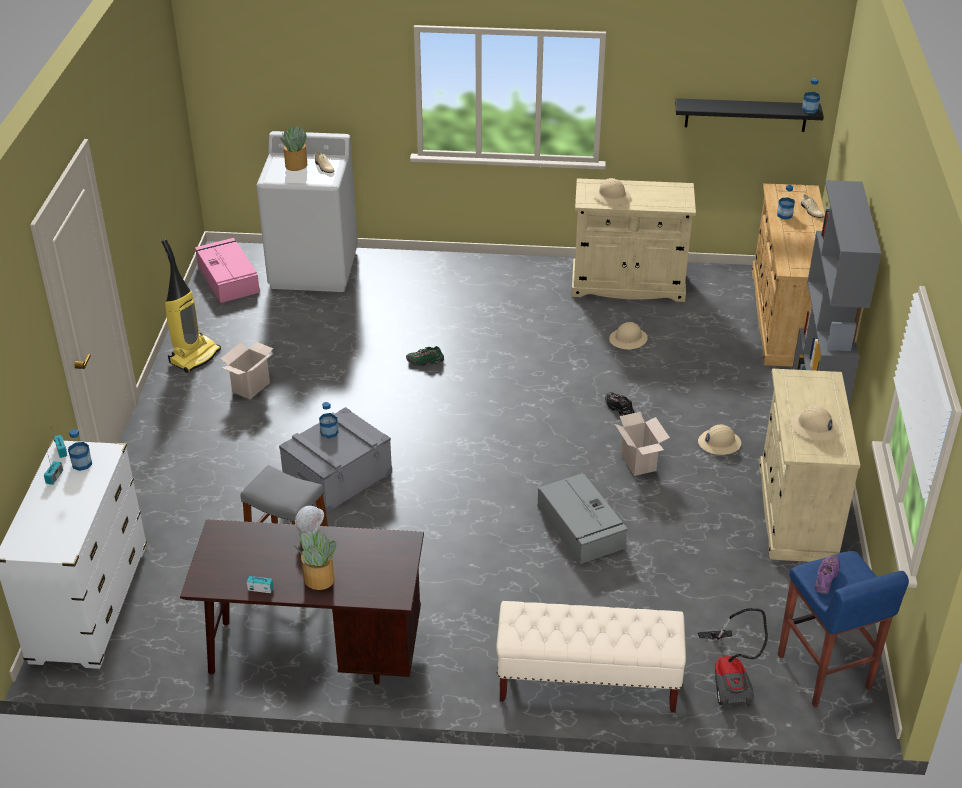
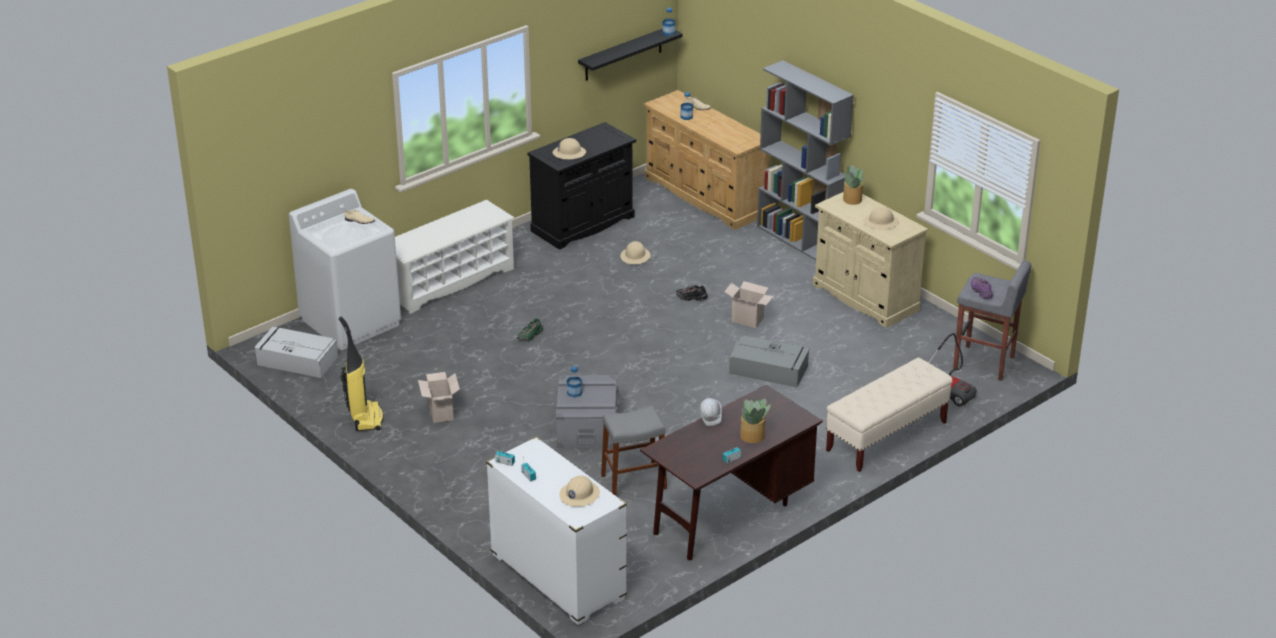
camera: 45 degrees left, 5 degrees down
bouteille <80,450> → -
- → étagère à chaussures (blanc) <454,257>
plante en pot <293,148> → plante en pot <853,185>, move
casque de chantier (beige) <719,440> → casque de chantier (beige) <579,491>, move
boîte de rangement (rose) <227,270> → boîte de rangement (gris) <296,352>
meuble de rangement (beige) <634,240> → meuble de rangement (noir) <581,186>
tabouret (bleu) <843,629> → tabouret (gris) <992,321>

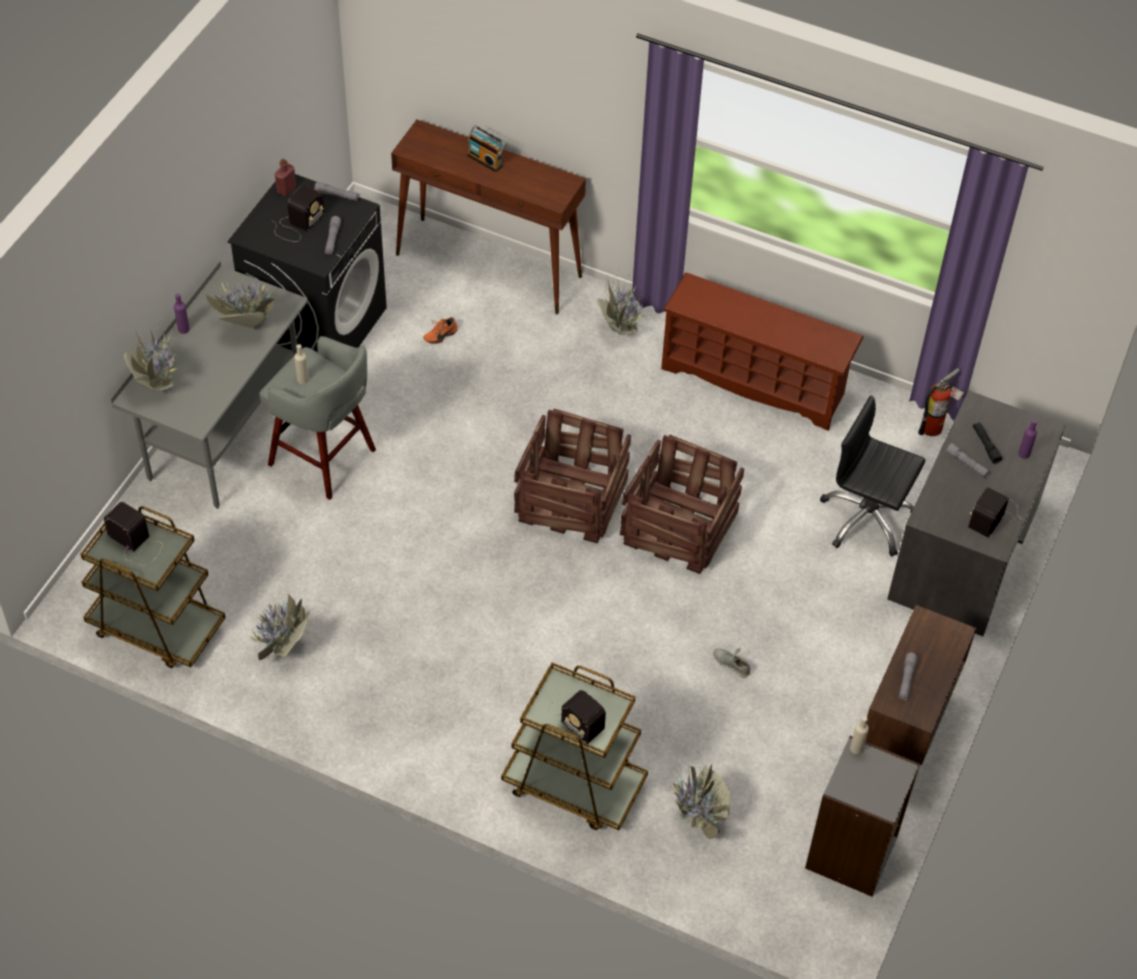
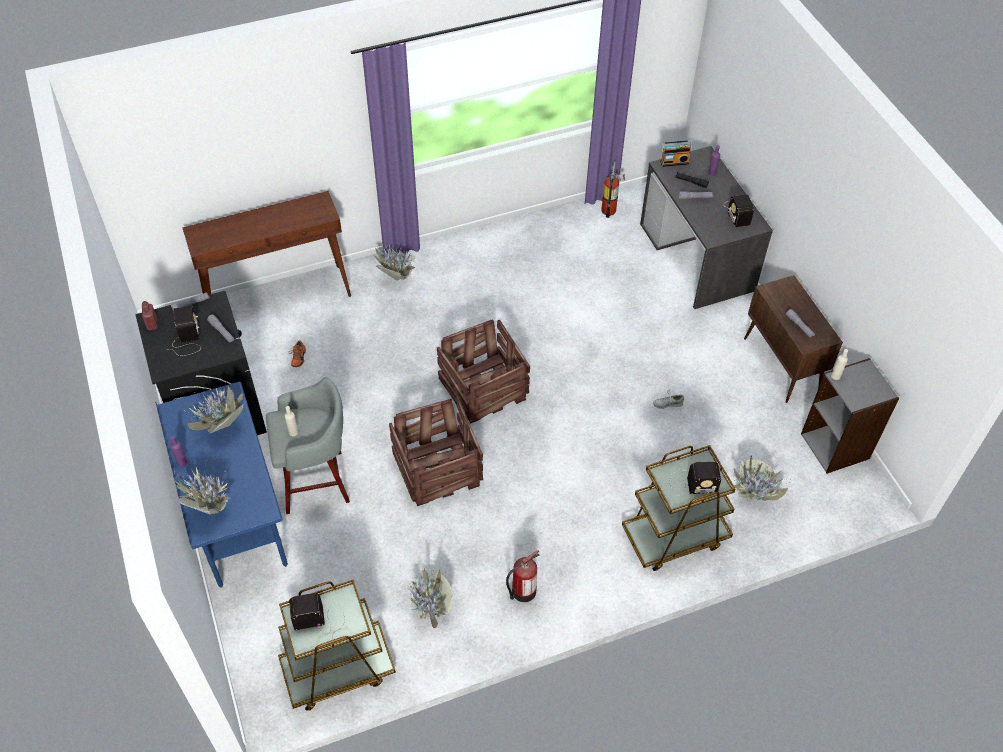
camera: 45 degrees left, 0 degrees up
étagère à chaussures (marron) <762,352> → -
chaise de bureau (noir) <873,476> → -
- → extincteur <522,576>
radio <486,148> → radio <676,153>, move
caisse <682,504> → caisse <436,452>, move
bureau (gris) <209,385> → bureau (bleu) <221,485>

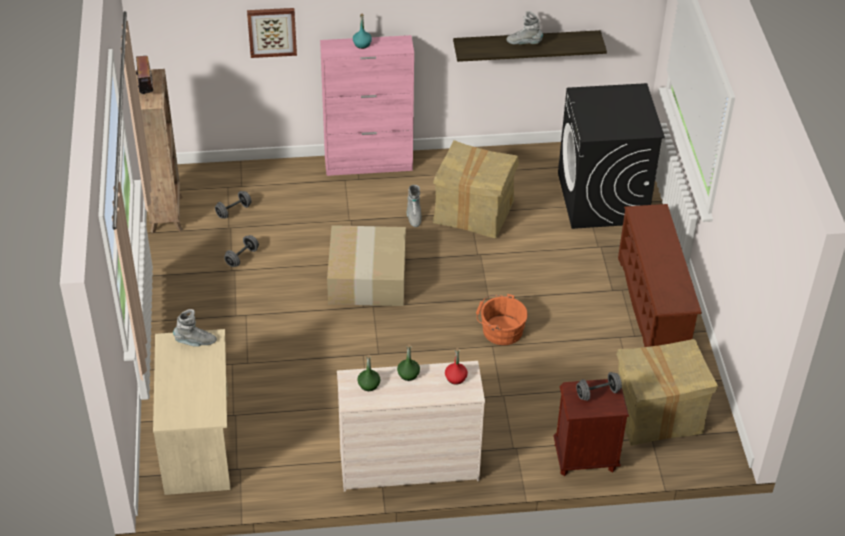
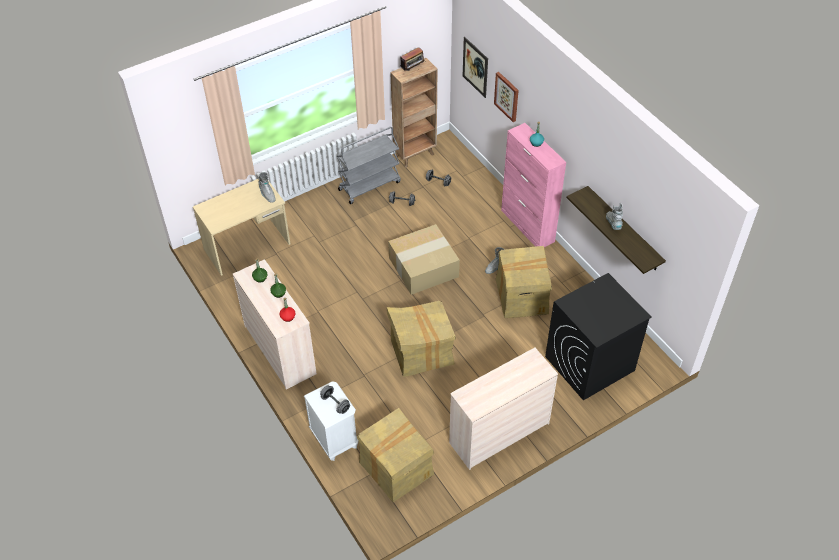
camera: 65 degrees right, 5 degrees up
- → chariot (gris) <369,165>
- → tableau <475,67>
seau (orange) <502,319> → carton <421,339>
étagère à chaussures (marron) <660,275> → commode (beige) <503,409>
table de chevet (marron) <591,427> → table de chevet (blanc) <331,421>

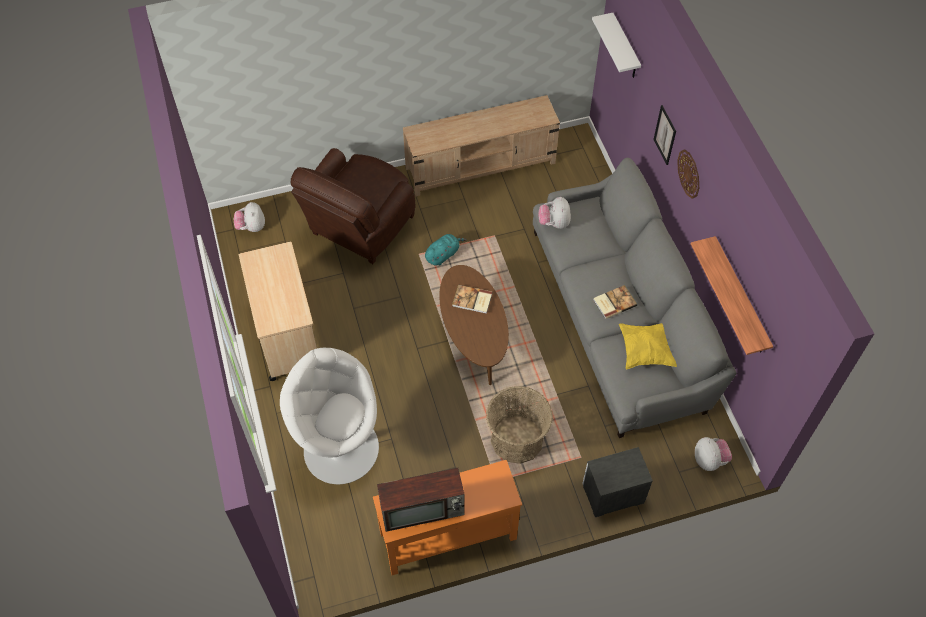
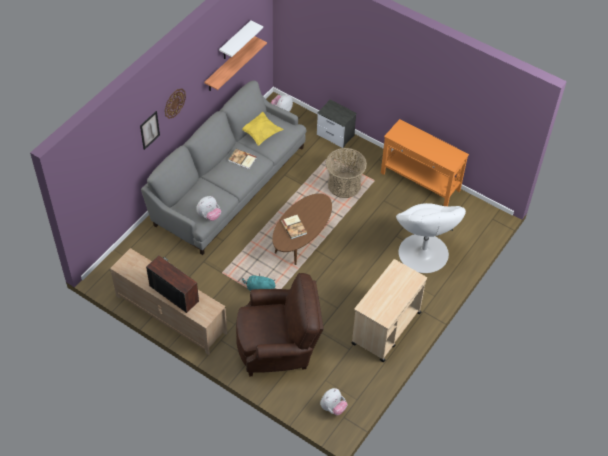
camera: 130 degrees left, 5 degrees down
téléviseur <421,500> → téléviseur <172,284>, move
étagère (blanc) <616,45> → étagère (blanc) <241,39>, move

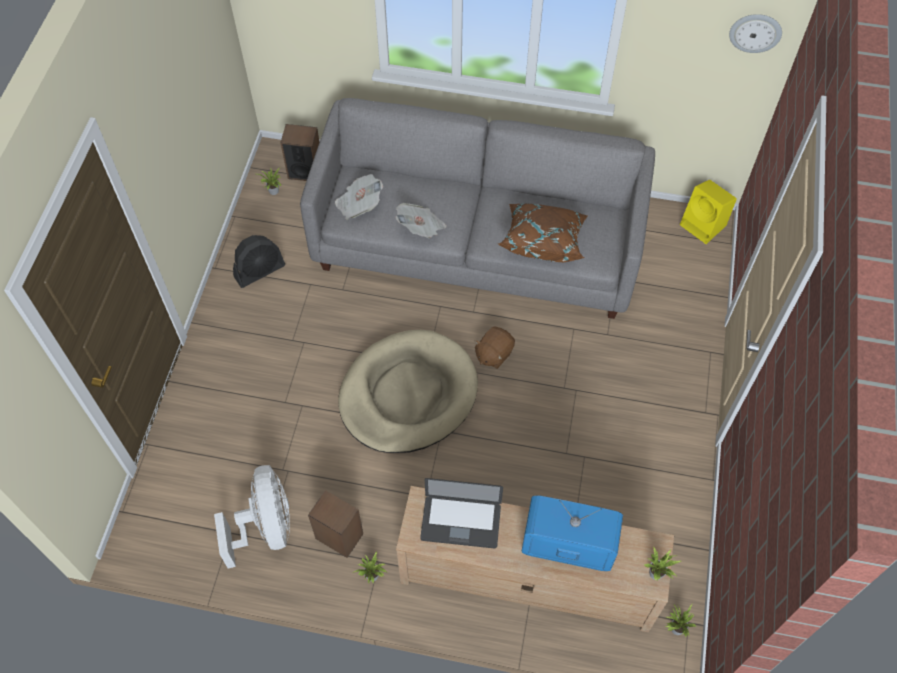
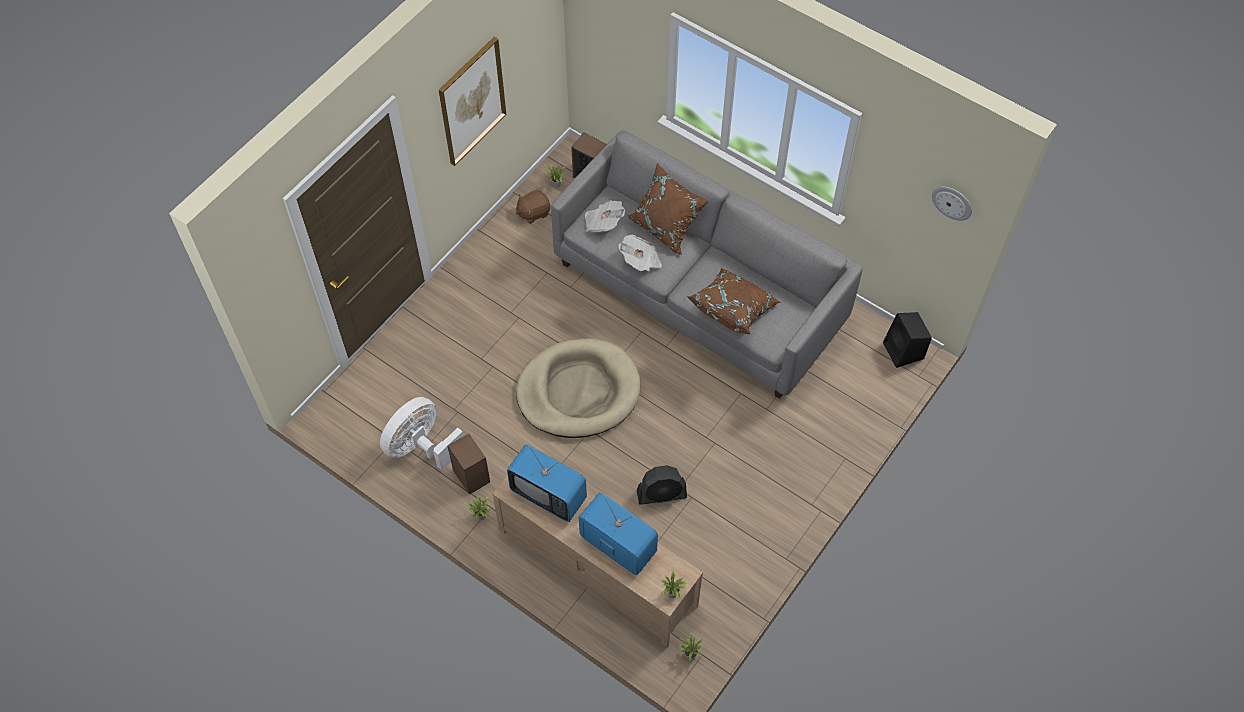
camera: 25 degrees right, 0 degrees up
- → tableau <472,101>
- → coussin (marron) <668,209>
ventilateur (noir) <259,261> → ventilateur (noir) <662,485>, move
peluche (marron) <494,348> → peluche (marron) <533,207>, move
ordinateur portable <461,513> → téléviseur <547,483>
enceinte (jaune) <708,212> → enceinte (noir) <907,340>
ventilateur (blanc) <252,516> → ventilateur (blanc) <421,434>, 150 degrees counterclockwise

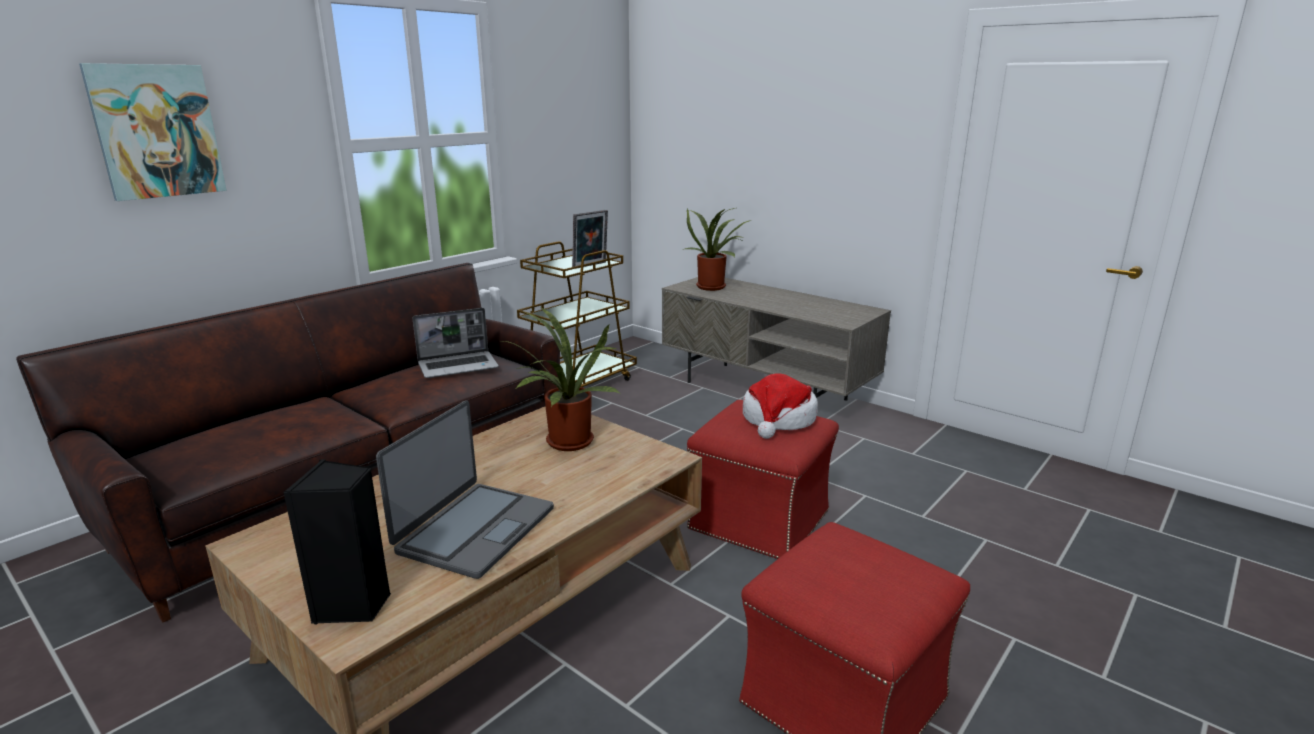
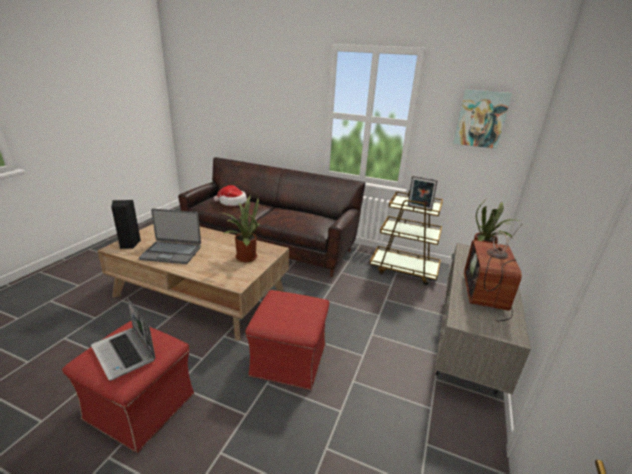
camera: 70 degrees right, 5 degrees up
- → téléviseur <493,267>
tableau <153,132> → tableau <482,119>, move
ordinateur portable <455,343> → ordinateur portable <123,339>, move
chapeau <780,406> → chapeau <230,195>, move

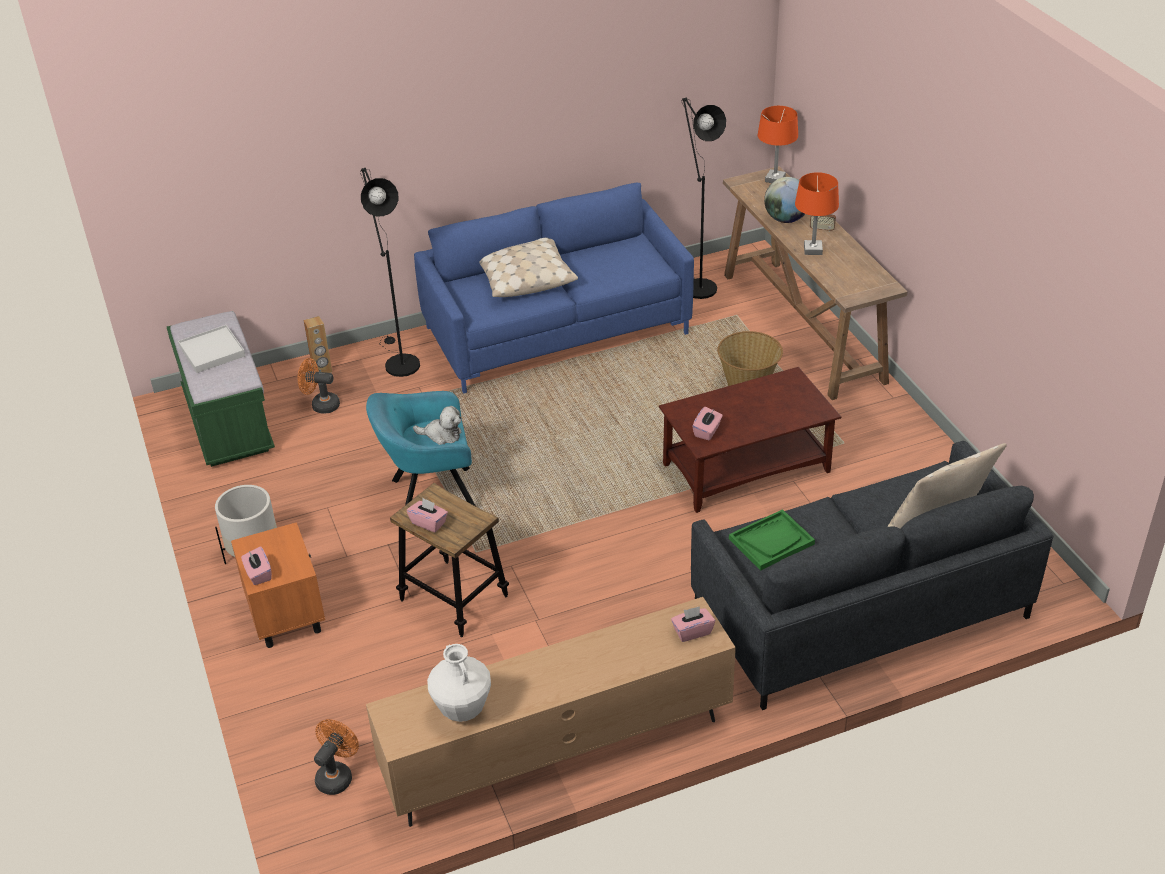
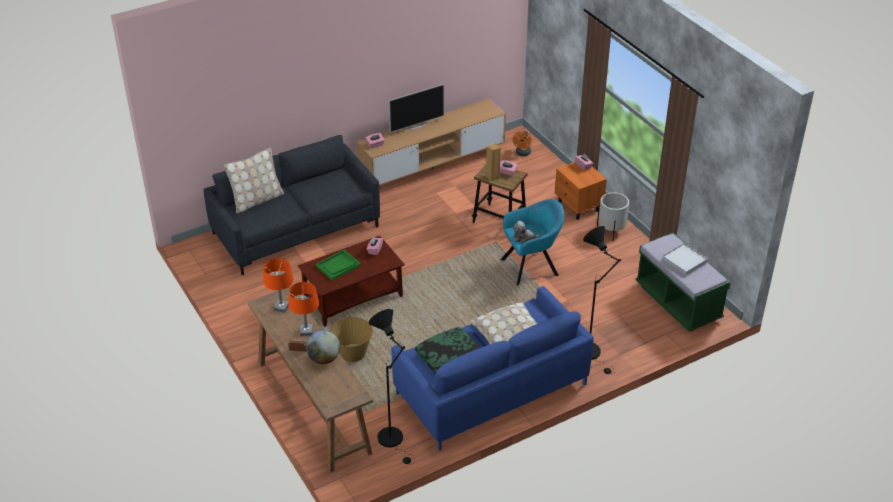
camera: 170 degrees right, 0 degrees up
ventilateur (orange) <318,386> → -
vase (blanc) <459,683> → -
- → téléviseur <416,108>
- → coussin <447,350>
enceinte (marron) <317,344> → enceinte (marron) <493,162>, move
plateau (vert) <772,540> → plateau (vert) <338,265>, move
lampe de table (orange) <778,144> → lampe de table (orange) <278,286>, move

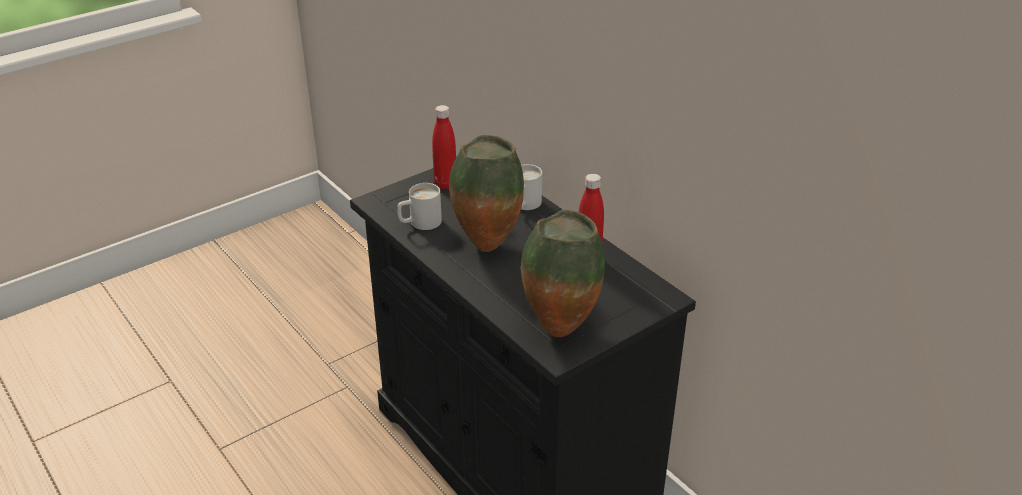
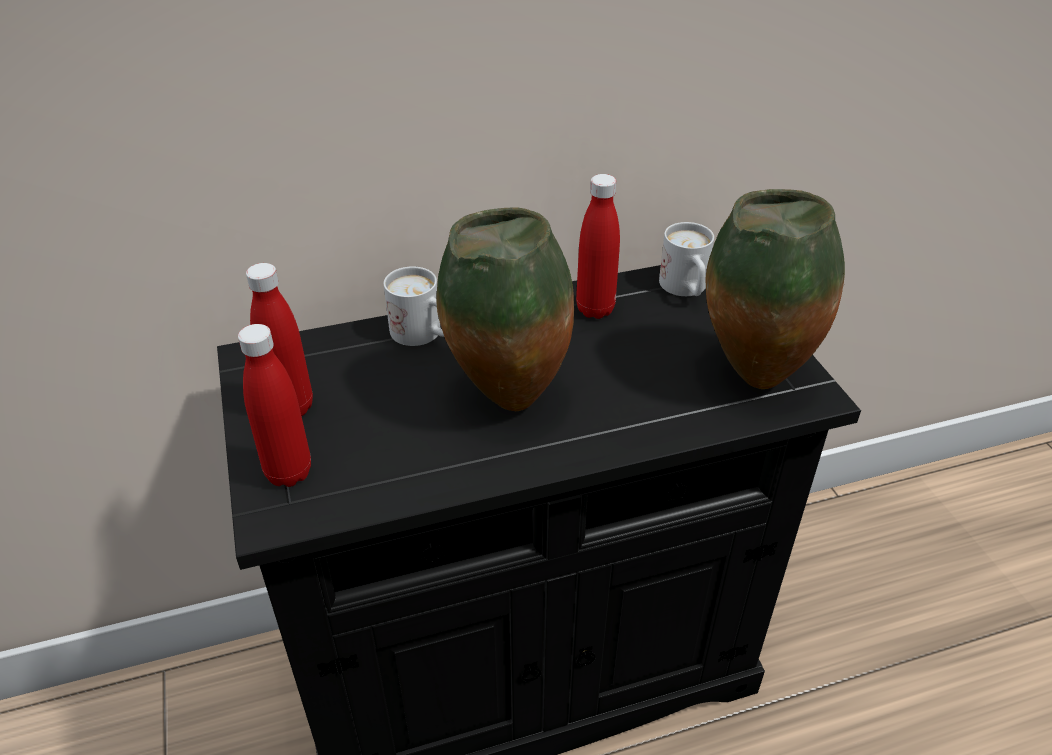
camera: 70 degrees left, 5 degrees up
- → bouteille (rouge) <274,405>
mug (blanc) <419,206> → mug (blanc) <686,259>, move

